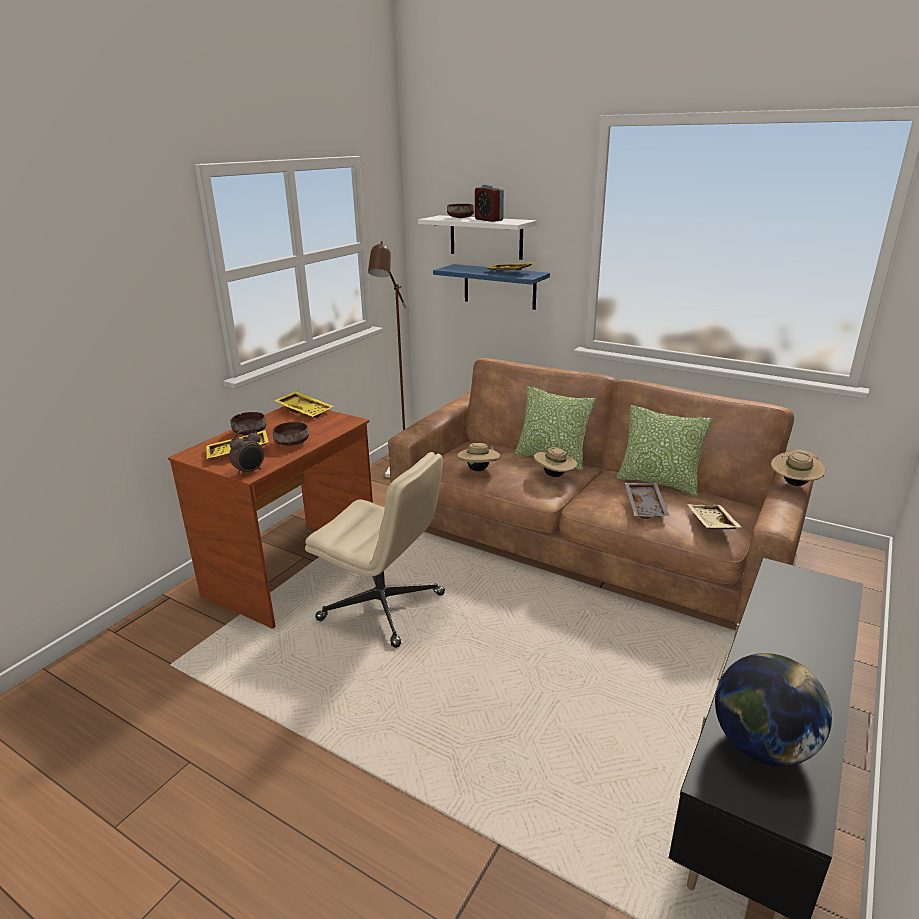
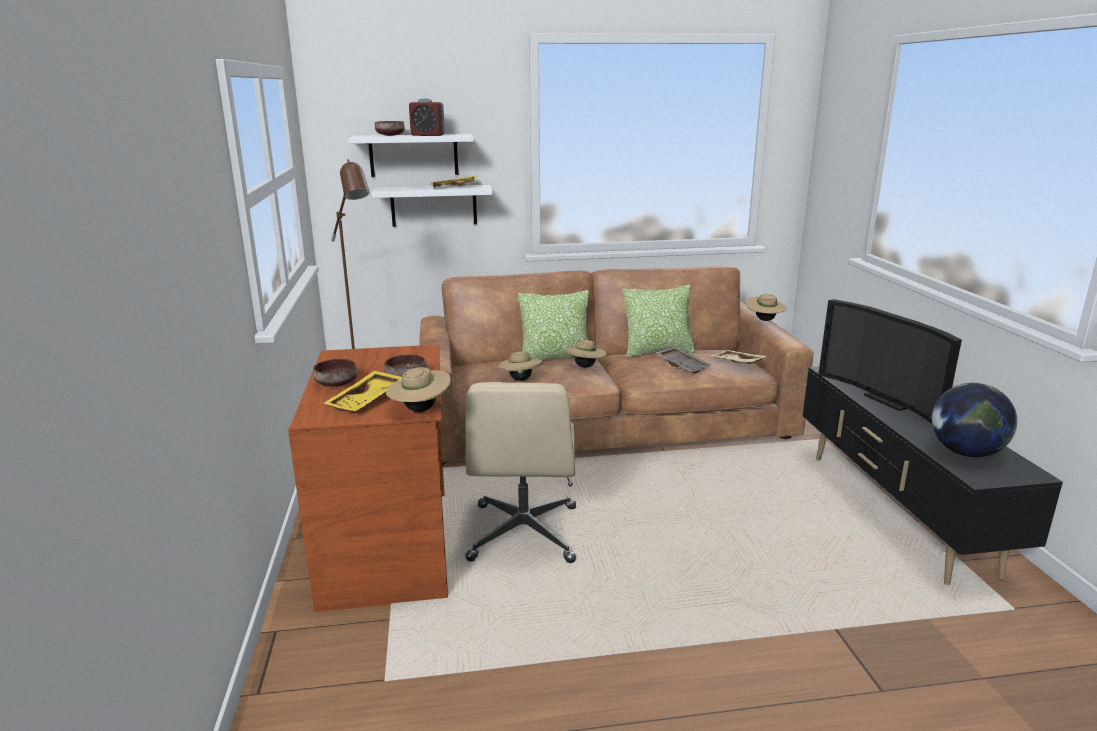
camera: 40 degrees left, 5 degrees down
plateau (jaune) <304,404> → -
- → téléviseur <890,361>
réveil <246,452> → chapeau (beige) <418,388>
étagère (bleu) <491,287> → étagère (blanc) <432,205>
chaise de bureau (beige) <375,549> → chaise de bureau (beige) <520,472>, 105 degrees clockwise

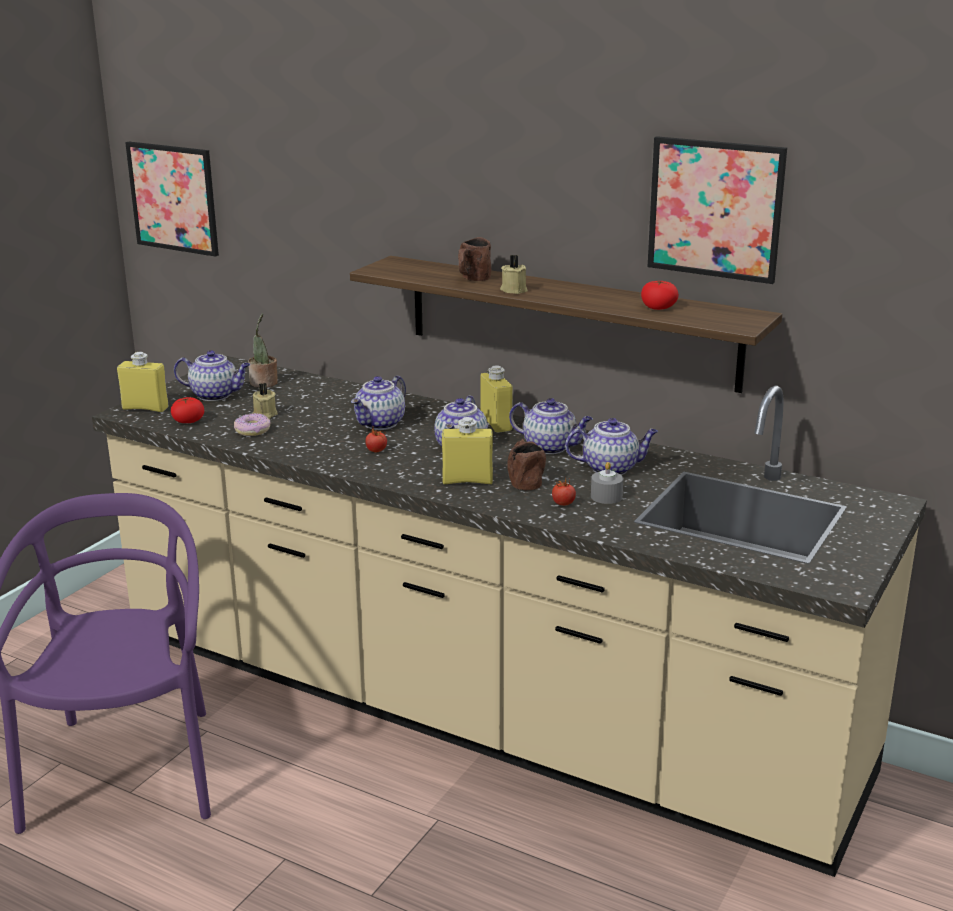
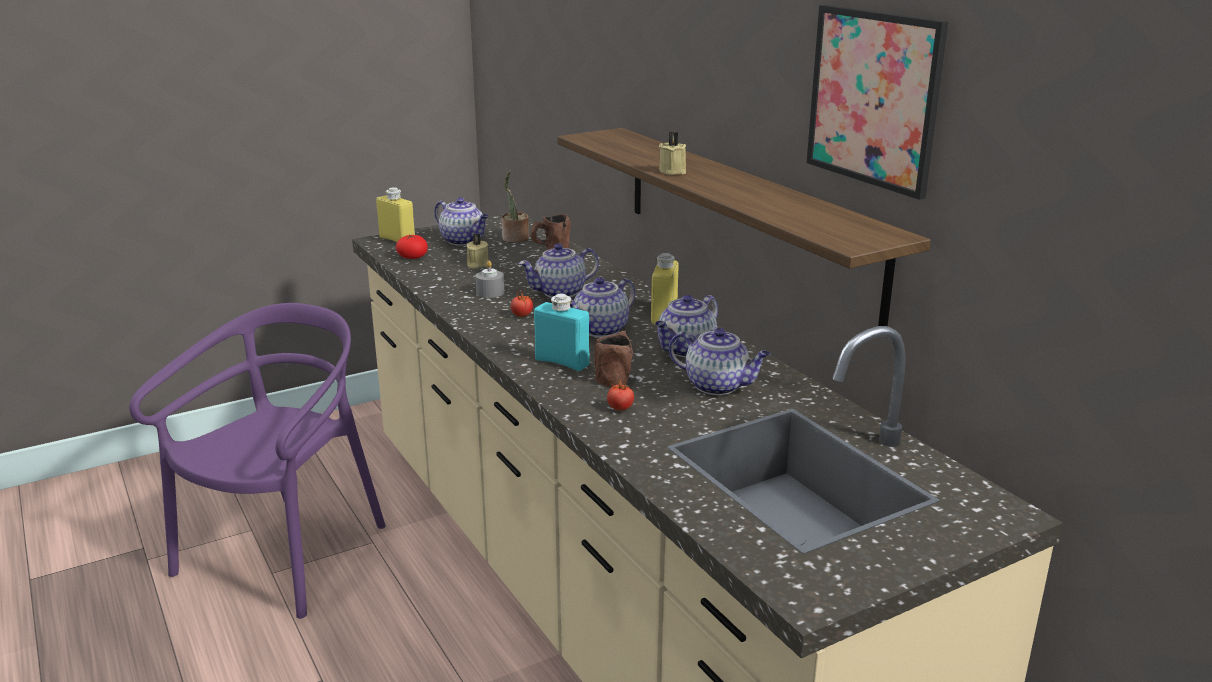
camera: 30 degrees right, 0 degrees up
tableau <172,199> → -
beignet <252,424> → -
tomate <660,295> → -
mug (marron) <474,259> → mug (marron) <551,232>, move
bougie (gris) <607,483> → bougie (gris) <490,279>, move
bouteille (jaune) <467,450> → bouteille (turquoise) <562,332>
théière <551,426> → théière <686,326>, 75 degrees clockwise

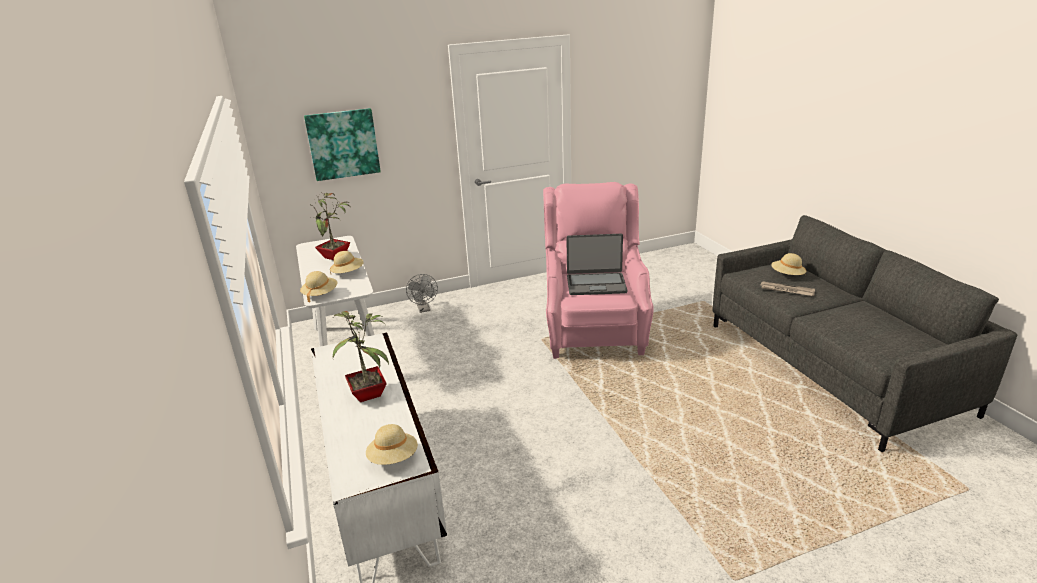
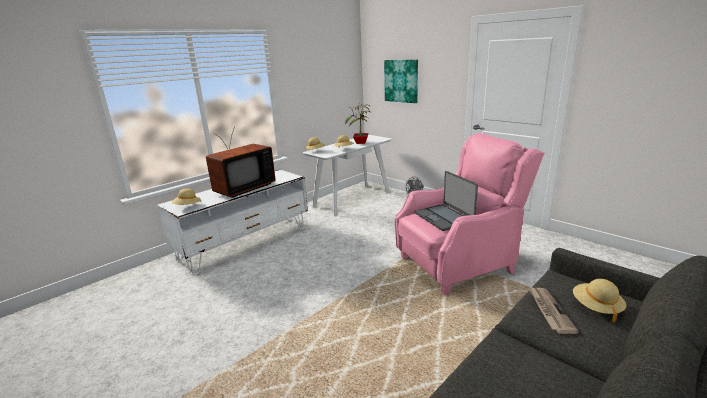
camera: 65 degrees right, 5 degrees down
plante en pot <361,356> → téléviseur <241,162>

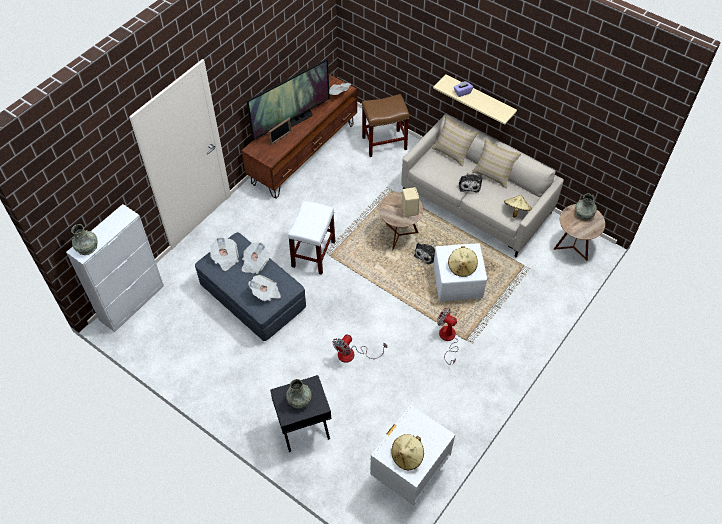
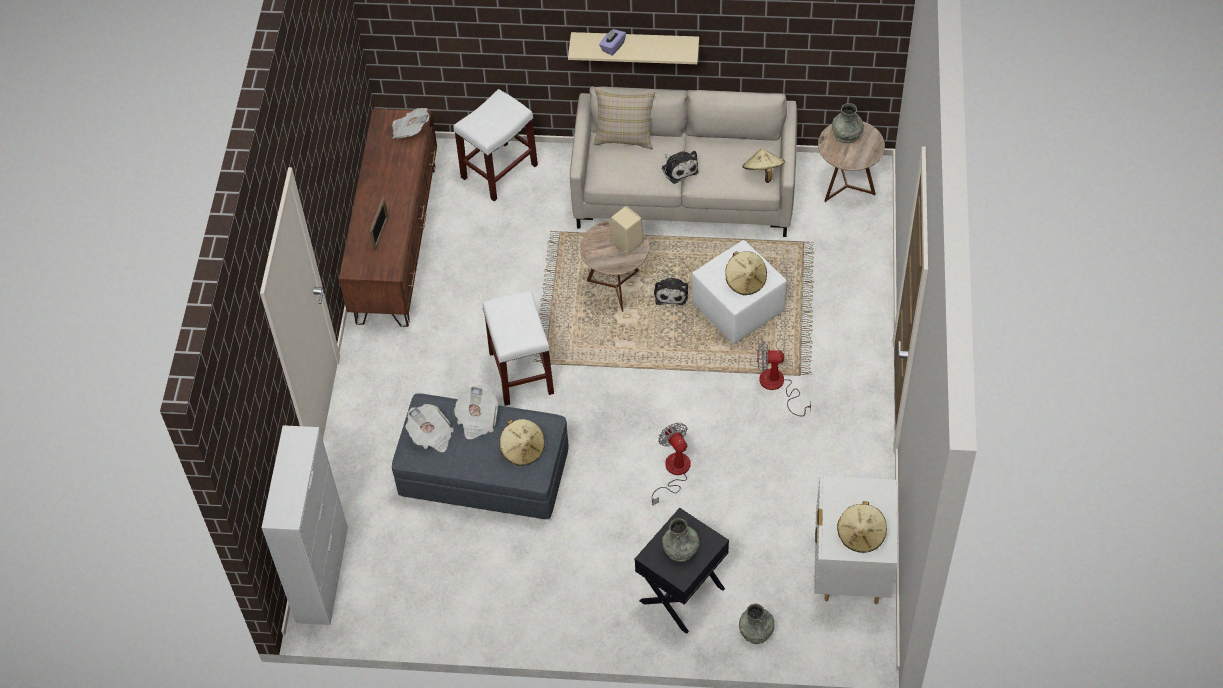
camera: 30 degrees left, 0 degrees up
téléviseur <288,99> → -
coussin (beige) <497,163> → -
vase (gris) <84,239> → vase (gris) <757,623>, move
journal <264,288> → chapeau (beige) <522,442>
tabouret (marron) <385,125> → tabouret (blanc) <495,145>
ventilateur <360,349> → ventilateur <671,464>, 150 degrees clockwise

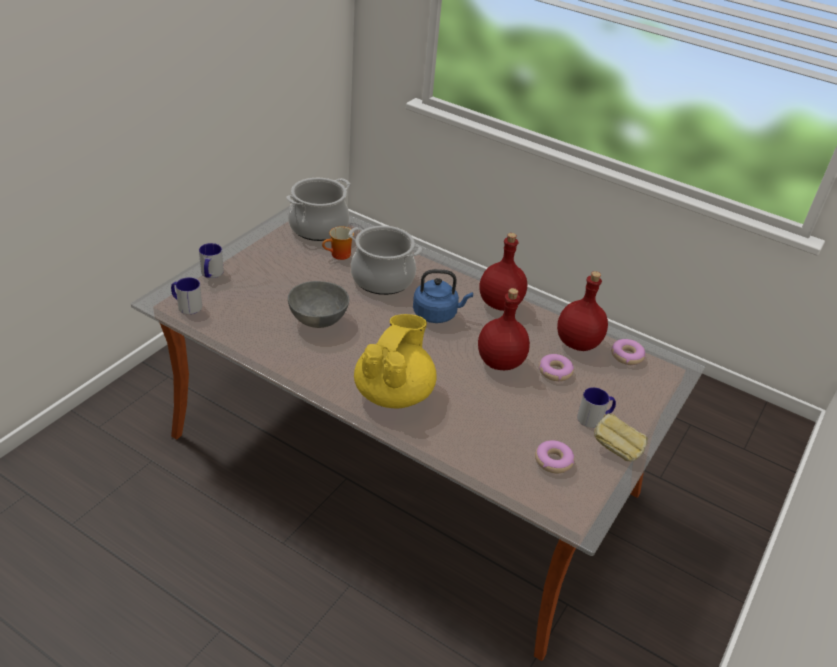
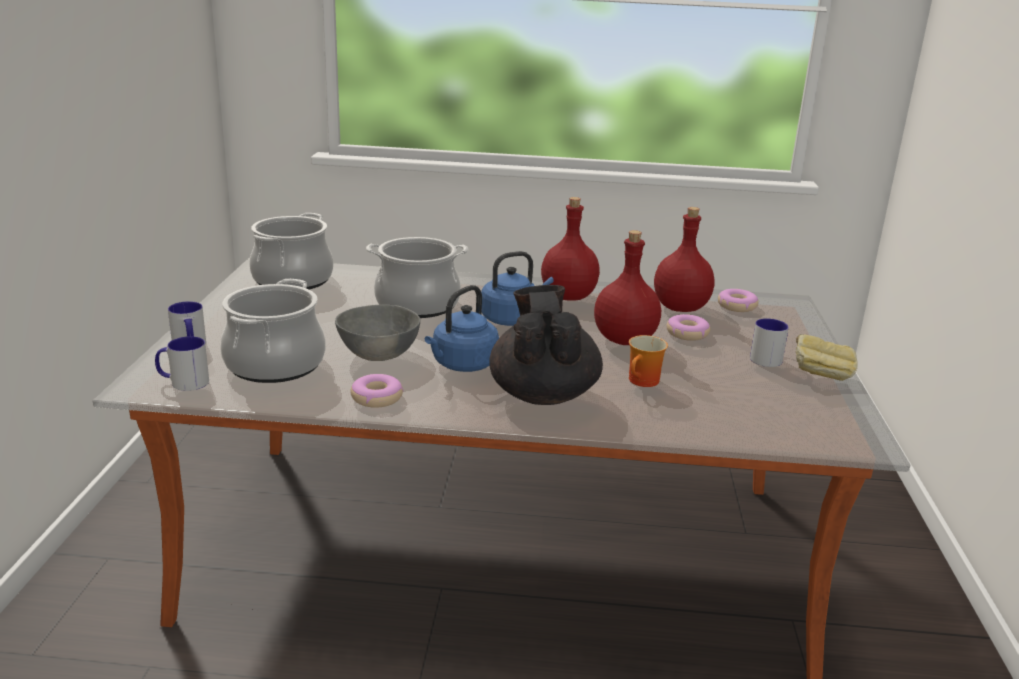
camera: 25 degrees left, 15 degrees down
- → marmite <273,331>
- → bouilloire (bleu) <462,328>
mug <338,243> → mug <648,361>, move
beignet <554,456> → beignet <377,391>, move
théière (jaune) <395,361> → théière (noir) <546,345>

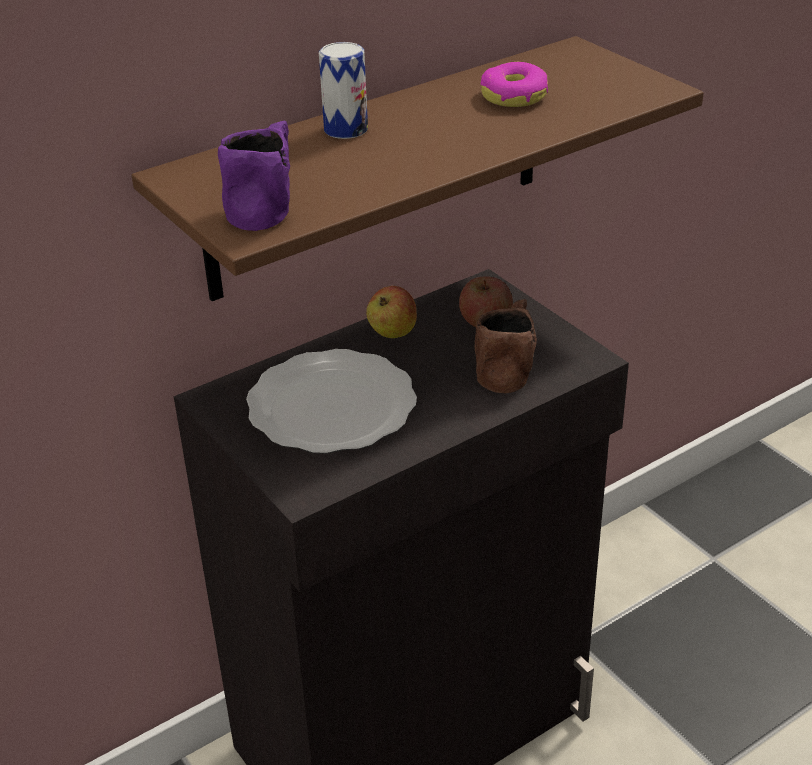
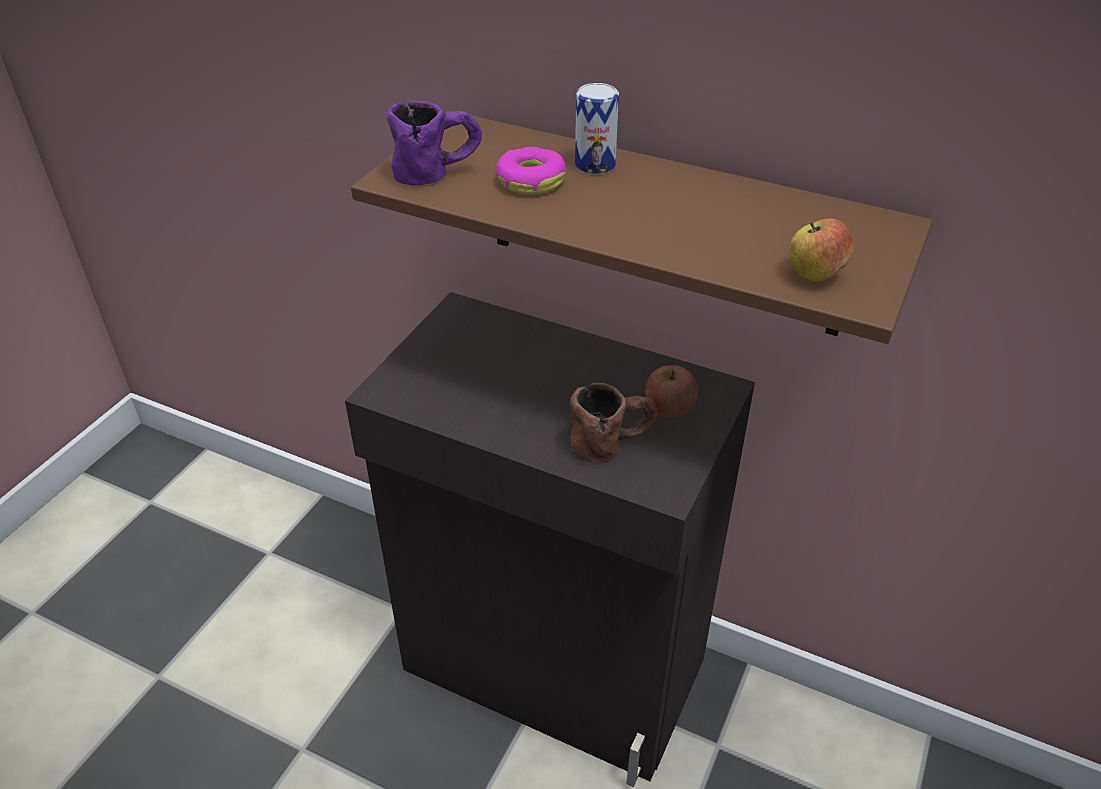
camera: 60 degrees right, 5 degrees up
assiette <331,401> → -
pomme <391,312> → pomme <821,250>, move
beignet <514,84> → beignet <530,170>, move

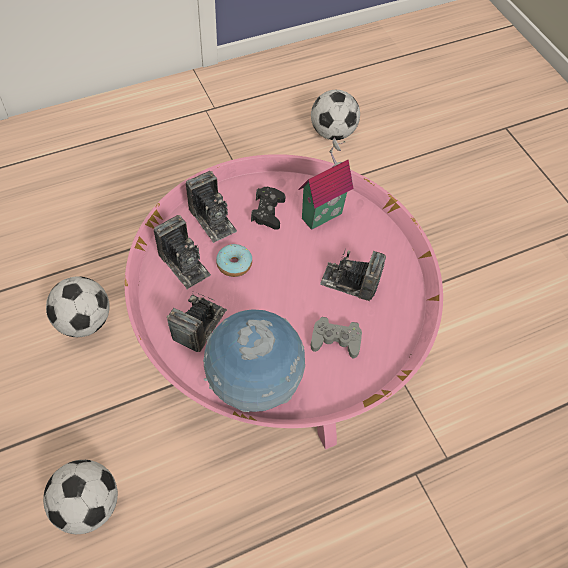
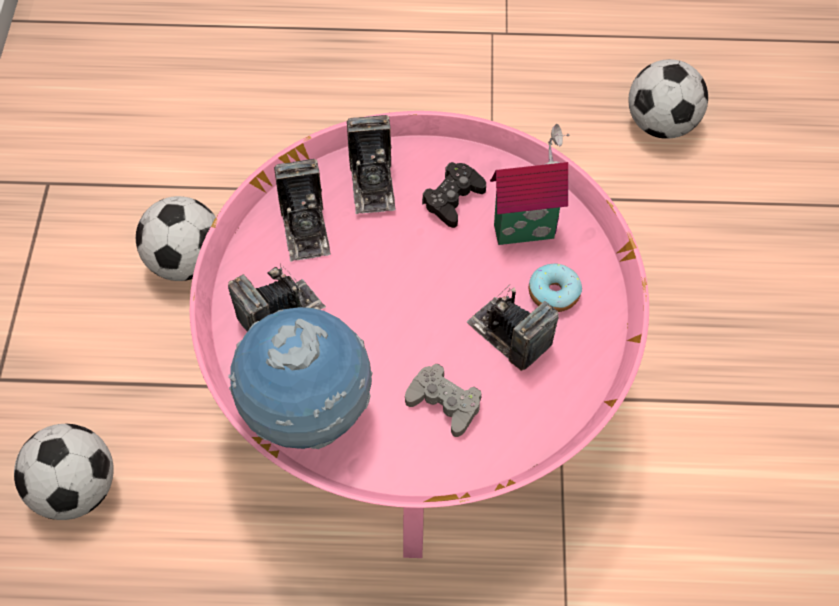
camera: 30 degrees right, 0 degrees up
beignet <234,260> → beignet <555,288>, move

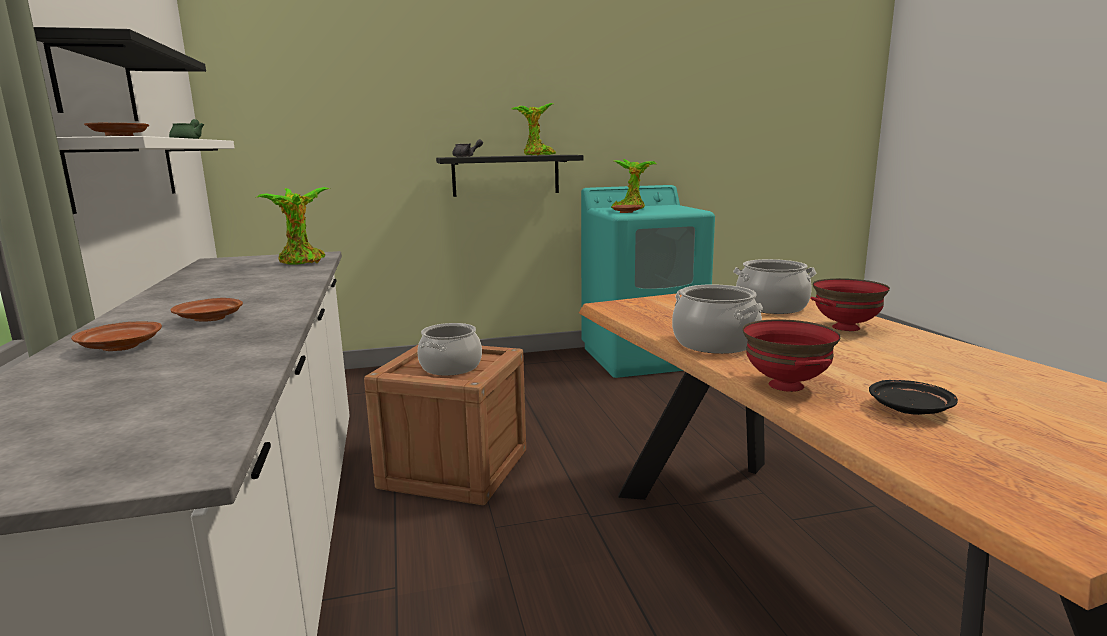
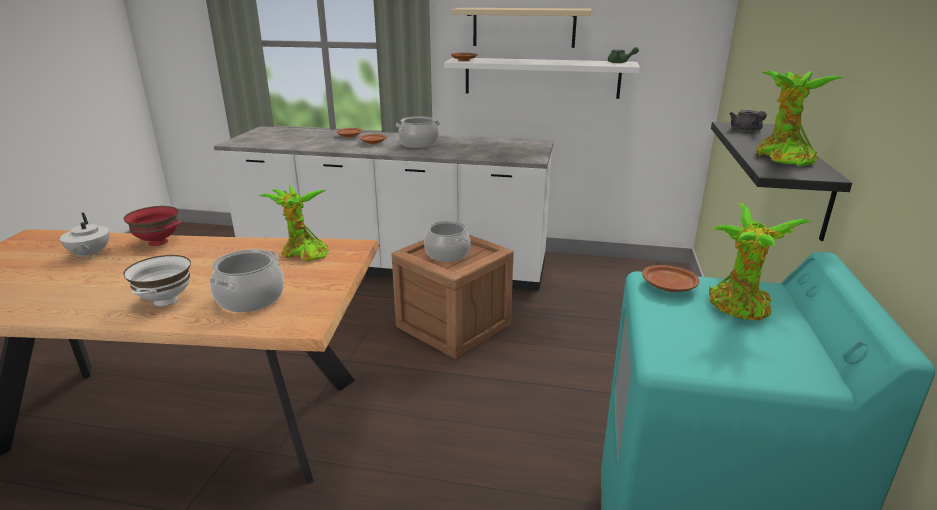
camera: 115 degrees right, 10 degrees up
plante en pot <293,226> → plante en pot <293,223>, move
marmite <717,319> → marmite <418,132>, move
assiette (noir) <913,397> → théière (blanc) <85,236>
étagère (noir) <120,74> → étagère (beige) <521,28>
bol (rouge) <850,304> → bol (blanc) <157,280>

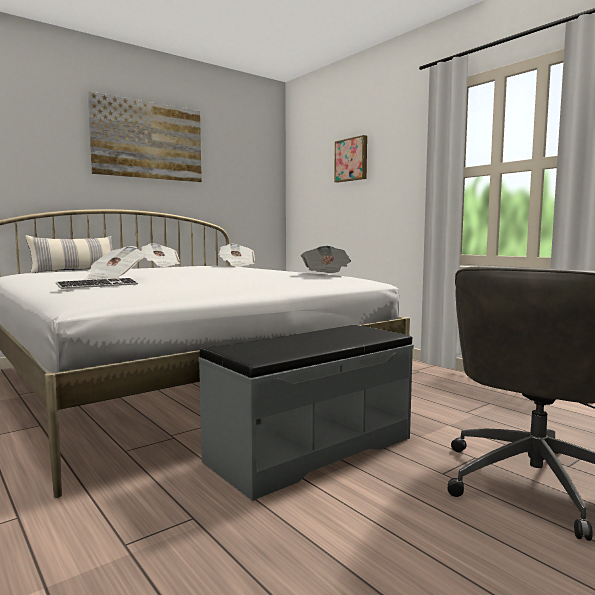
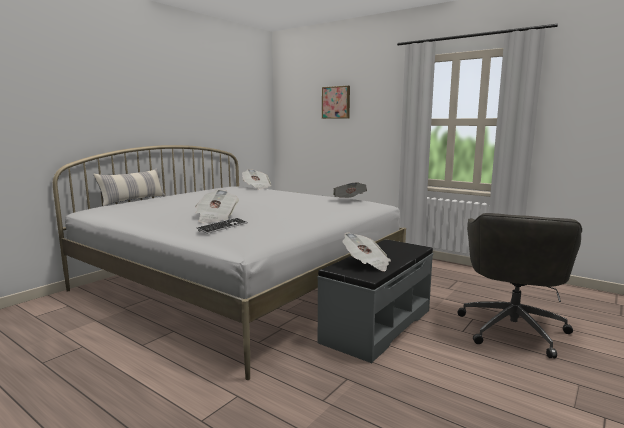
camera: 15 degrees left, 5 degrees up
tableau <145,136> → -
journal <160,255> → journal <367,252>, move

